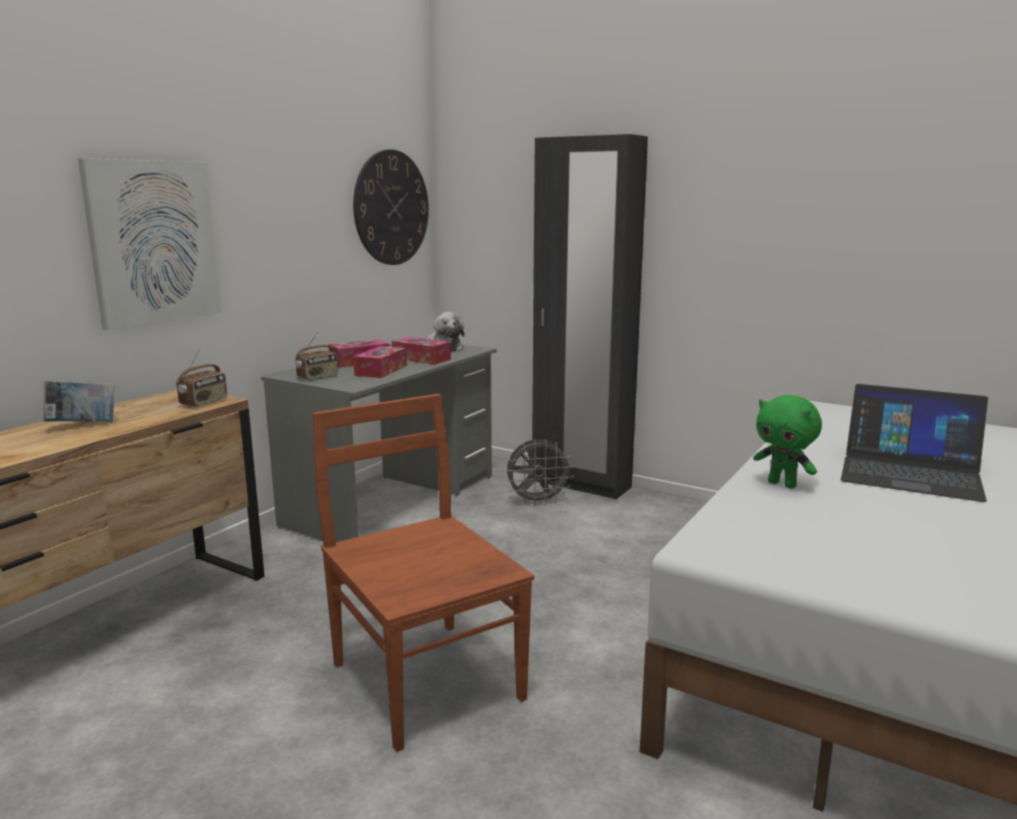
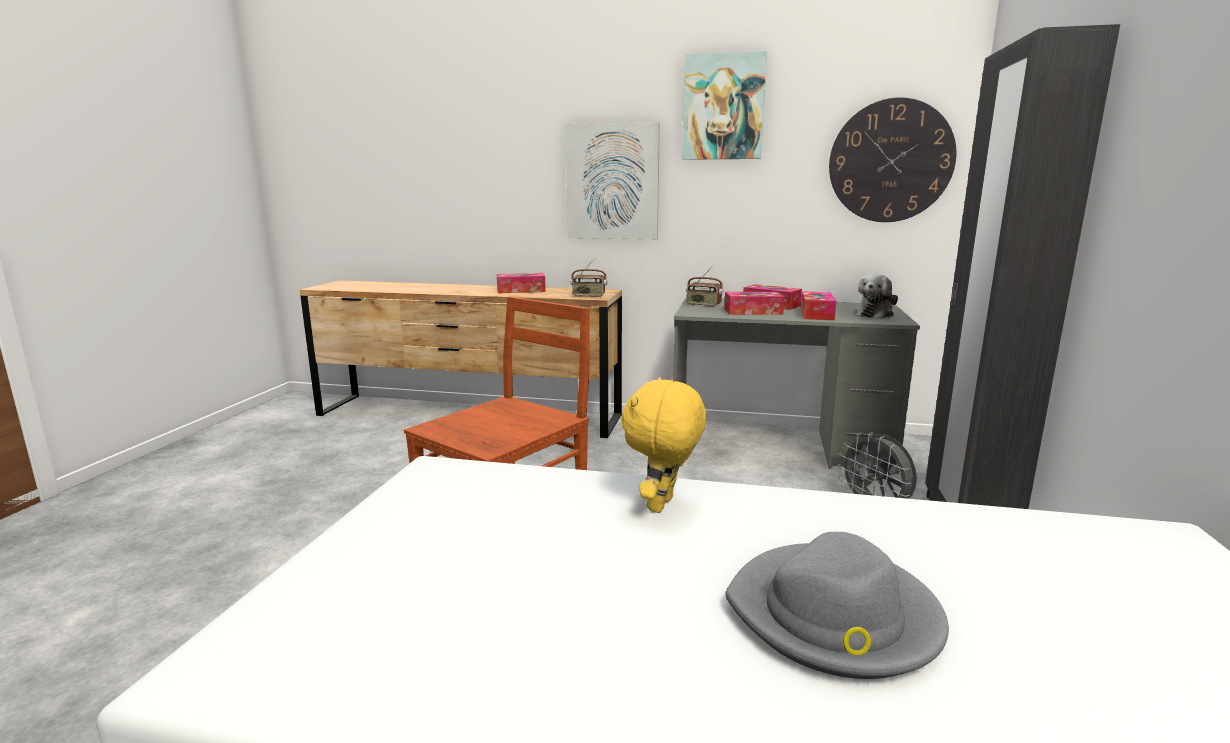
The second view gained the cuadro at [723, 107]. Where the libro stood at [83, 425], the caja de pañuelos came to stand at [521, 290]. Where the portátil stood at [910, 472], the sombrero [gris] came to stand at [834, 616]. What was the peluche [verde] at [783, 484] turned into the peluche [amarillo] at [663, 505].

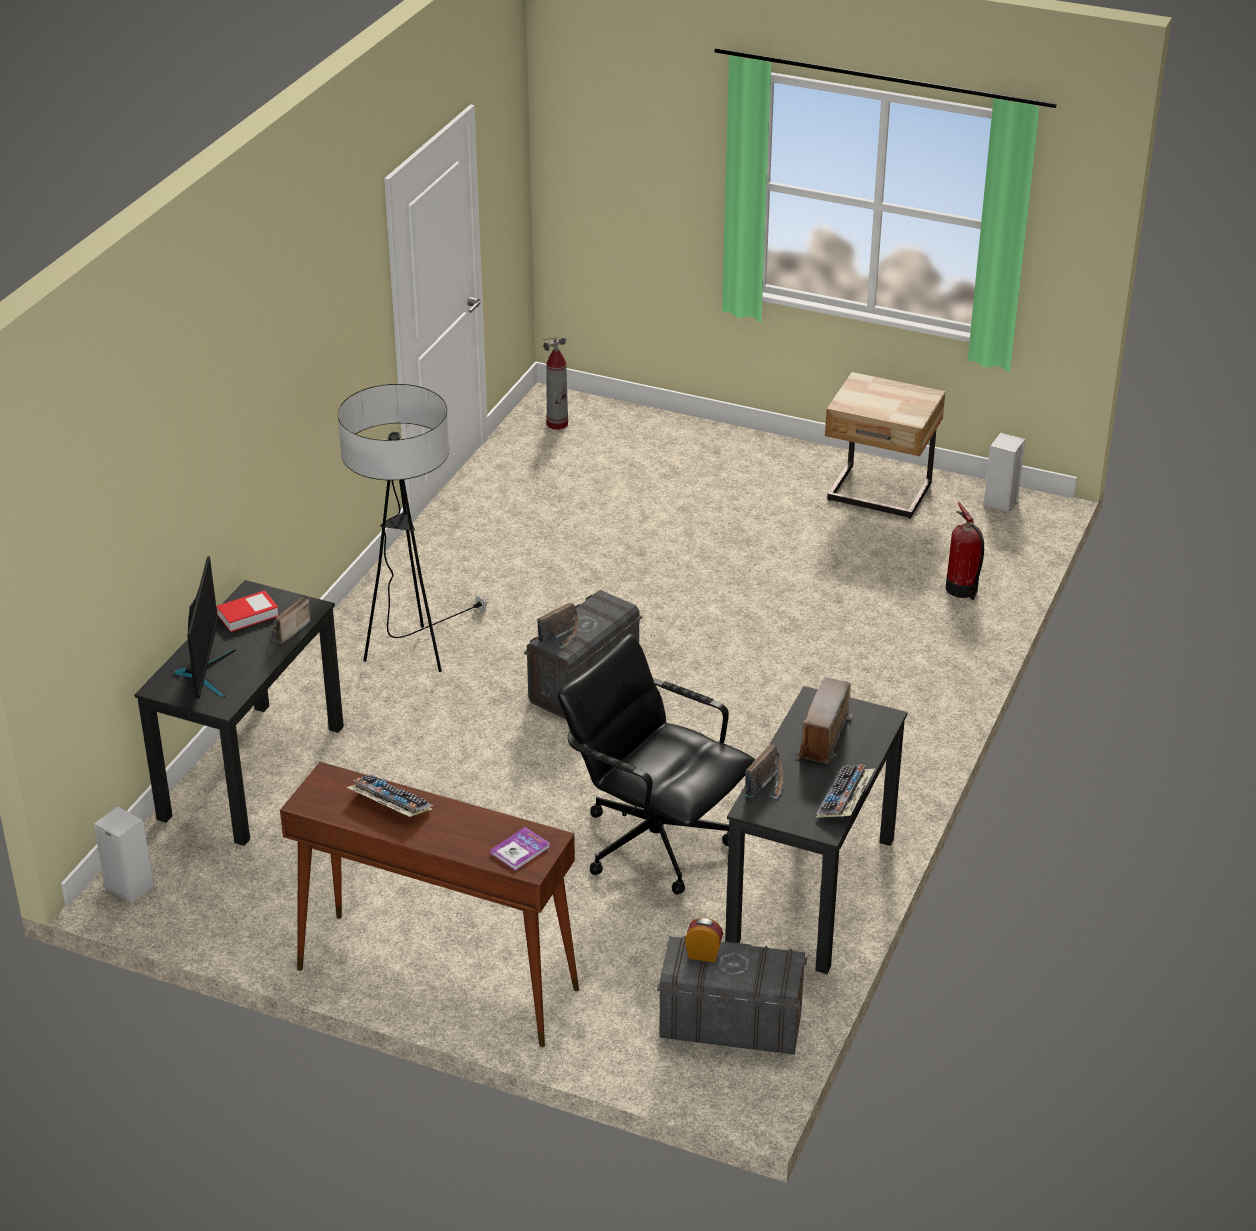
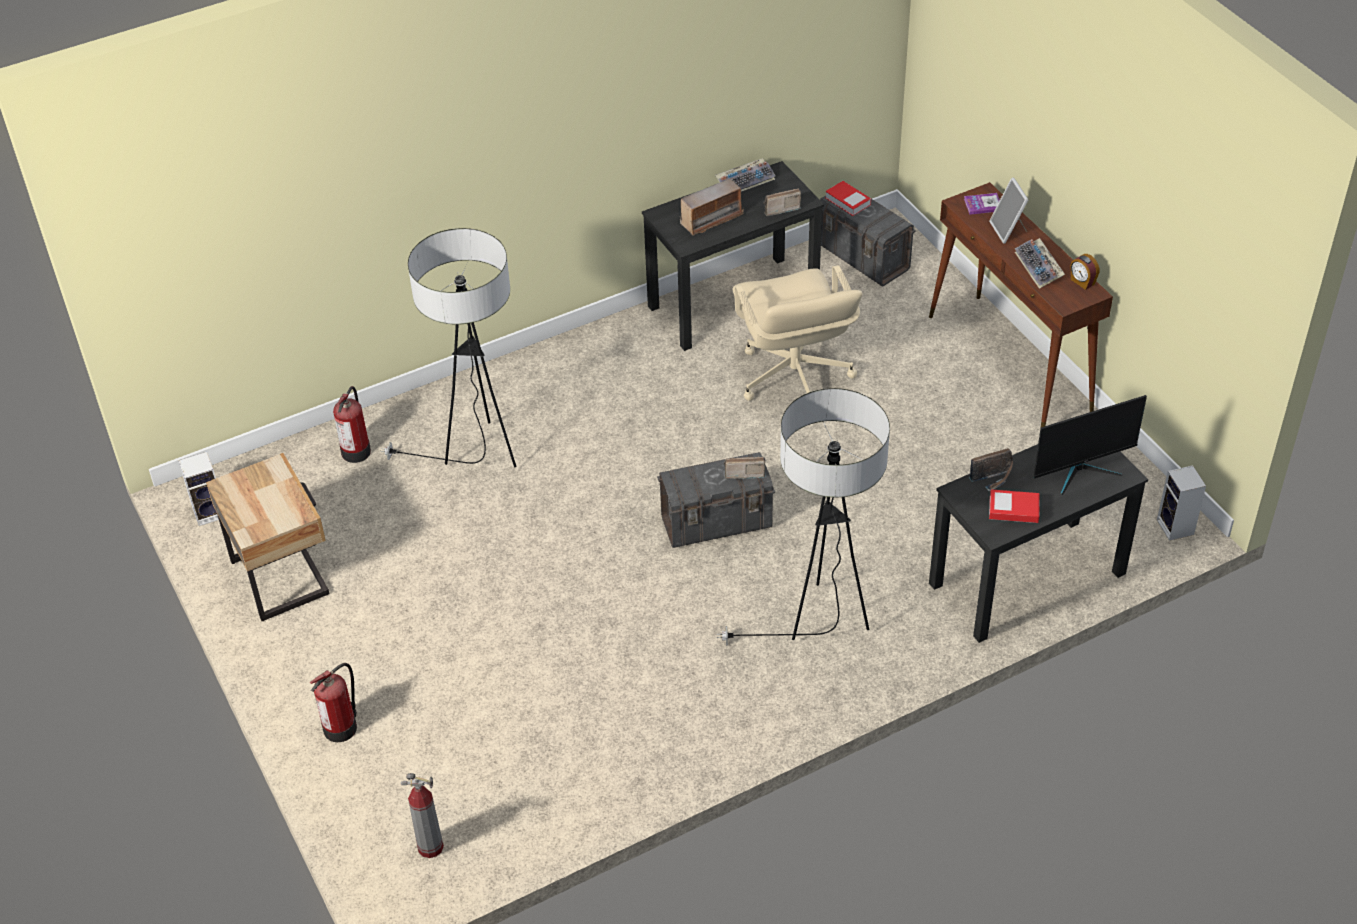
The second view gained the extintor at [341, 727]. The second view gained the lámpara de pie at [479, 455]. The second view gained the libro at [847, 201]. The second view gained the portarretratos at [1008, 230]. The despertador ended up elsewhere, having gone from [703, 953] to [1082, 282]. What was the silla de oficina [negro] at [654, 842] turned into the silla de oficina [beis] at [794, 378]. The monitor at [206, 673] ended up facing another way, 150 degrees counterclockwise from before.

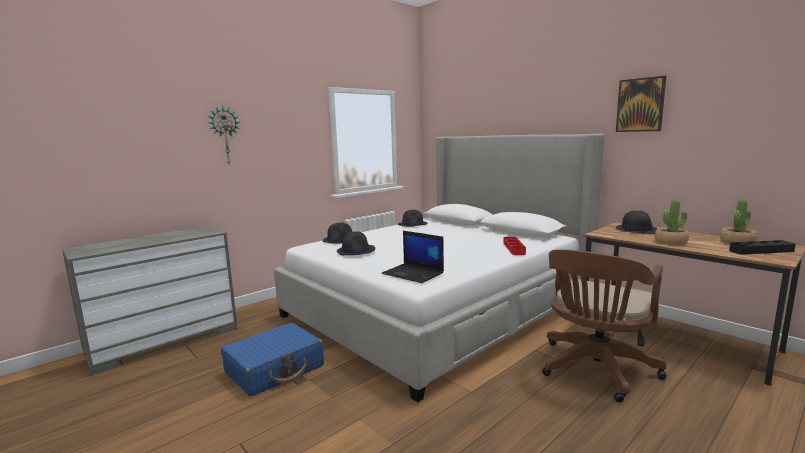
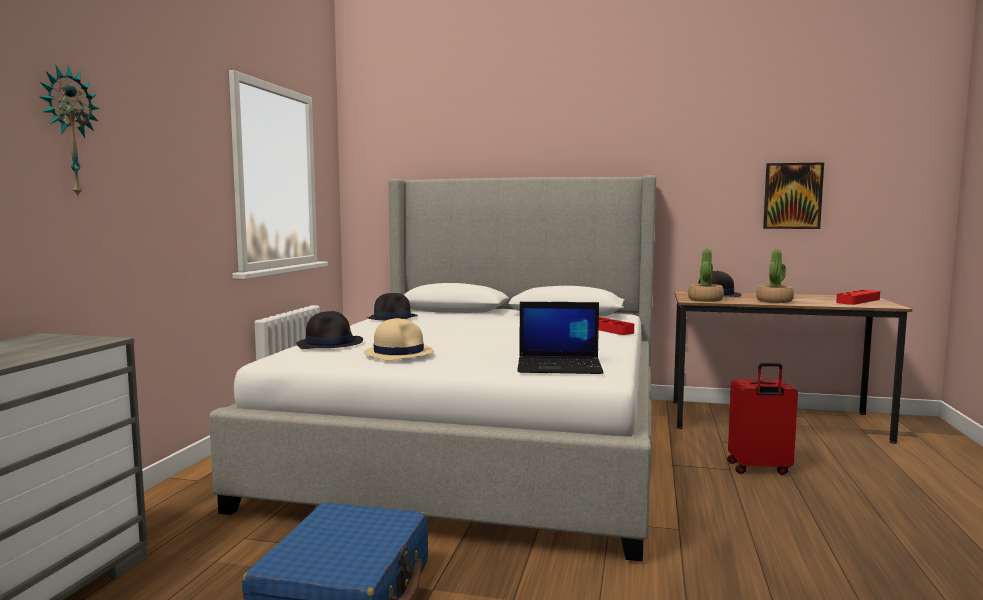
The cuadro ended up elsewhere, having gone from [640, 105] to [792, 196]. The planta en maceta ended up elsewhere, having gone from [737, 242] to [705, 300]. Where the silla de oficina [marrón] stood at [595, 370], the maleta [rojo] came to stand at [758, 469]. What was the sombrero [negro] at [356, 250] turned into the sombrero [beis] at [398, 353]. What was the bandeja [negro] at [761, 251] turned into the bandeja [rojo] at [858, 301].

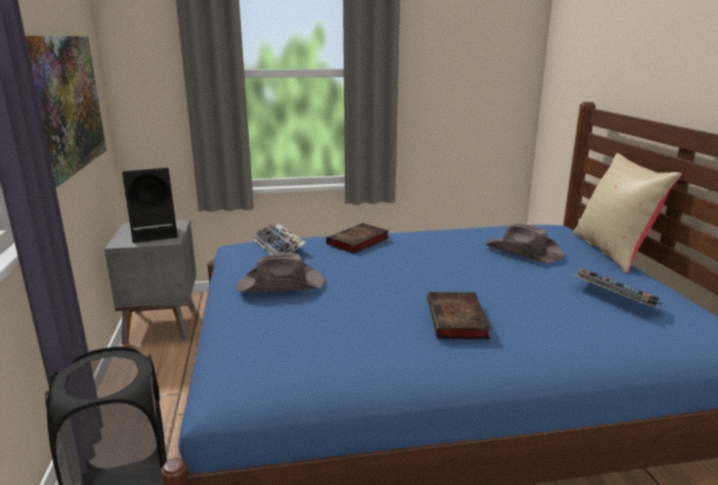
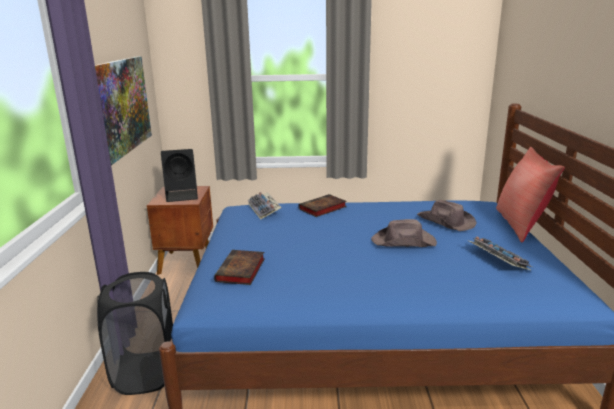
The sombrero [marrón] ended up elsewhere, having gone from [281, 285] to [404, 242]. The libro ended up elsewhere, having gone from [458, 321] to [241, 271]. What was the mesita de noche [gris] at [162, 324] turned into the mesita de noche [marrón] at [186, 262]. What was the cojín [beis] at [613, 251] turned into the cojín [rojo] at [521, 225].

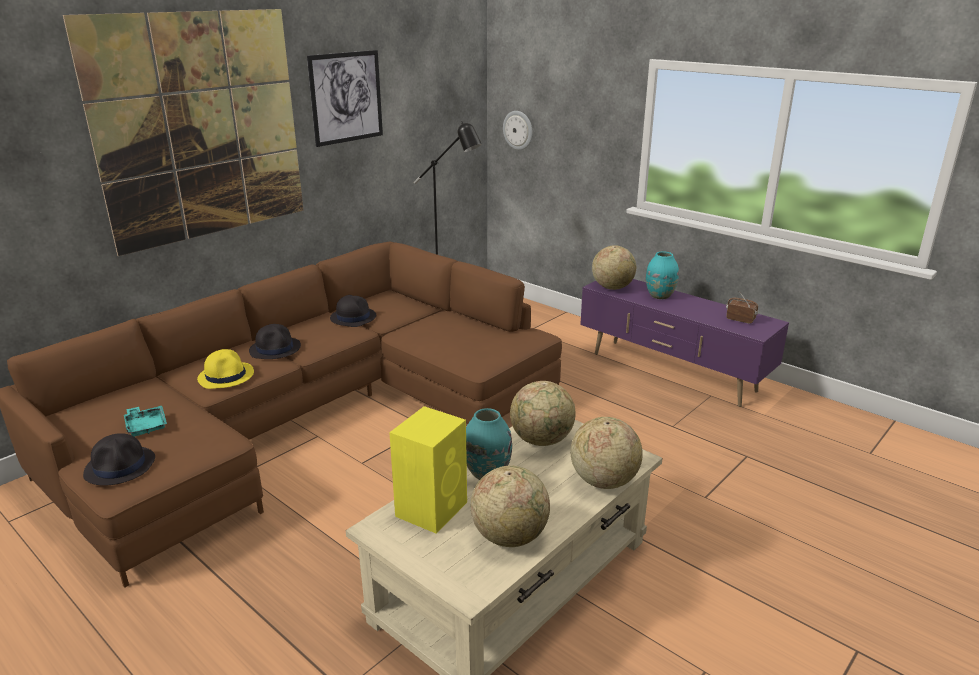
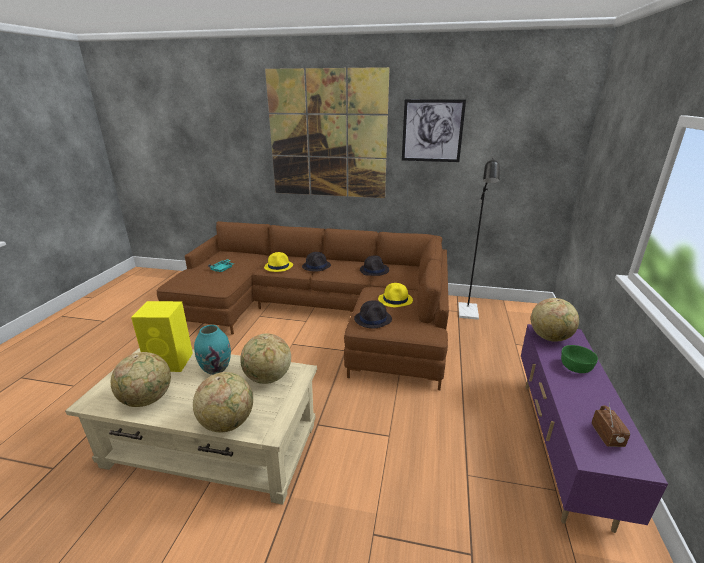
The second view lost the reloj de pared at [518, 130]. The second view gained the sombrero [amarillo] at [395, 300]. The sombrero [negro] ended up elsewhere, having gone from [120, 466] to [373, 319]. Where the florero [turquesa] stood at [660, 296], the cuenco [verde] came to stand at [575, 367].

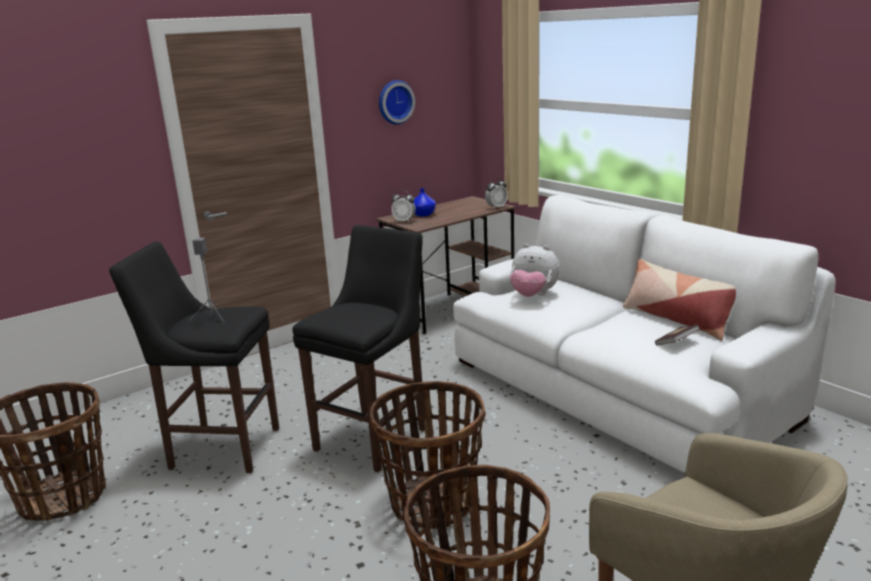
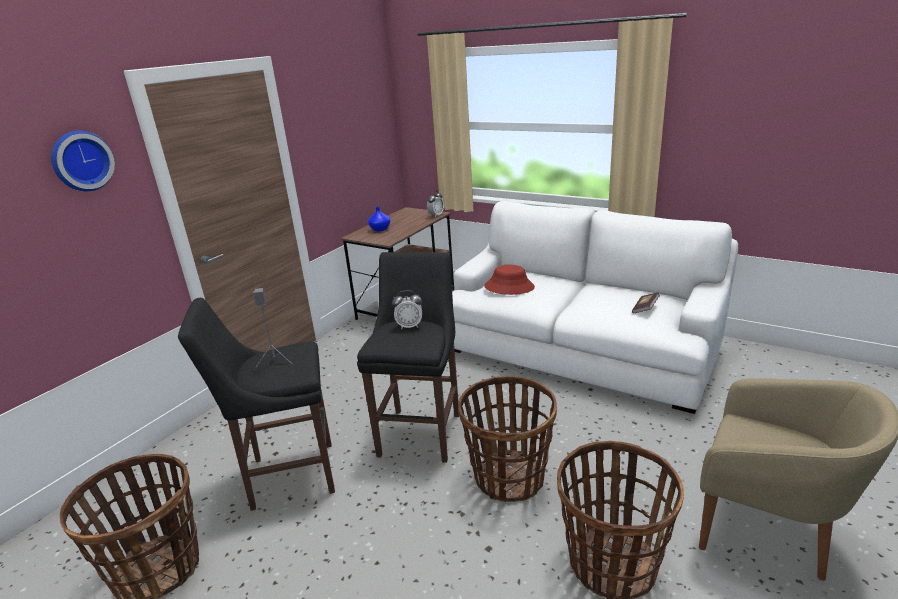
The second view lost the cojín at [676, 319]. The reloj de pared ended up elsewhere, having gone from [394, 102] to [81, 161]. The despertador ended up elsewhere, having gone from [404, 221] to [409, 326]. Where the peluche stood at [533, 295], the sombrero [rojo] came to stand at [509, 287].

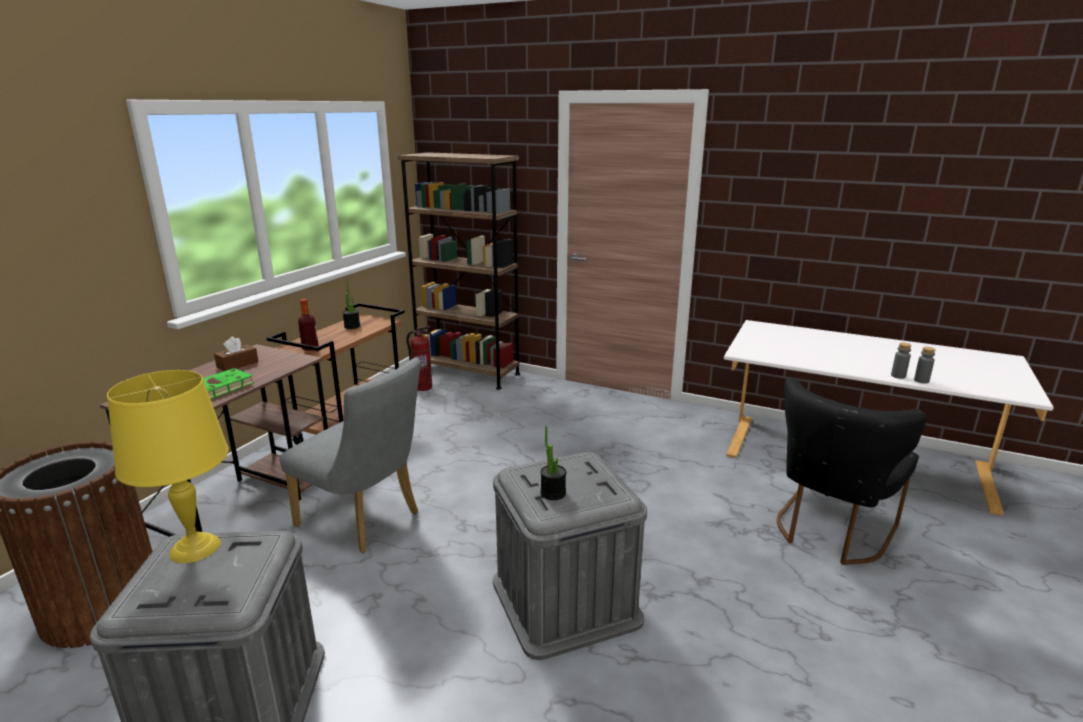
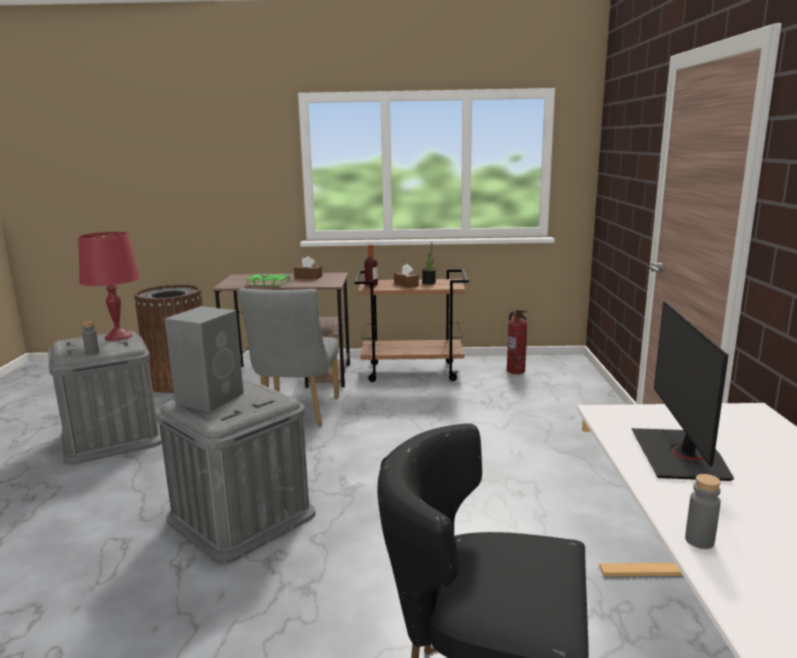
The second view lost the estantería [marrón] at [468, 373]. The second view gained the caja de pañuelos [marrón] at [406, 284]. The second view gained the monitor at [680, 455]. The botella [gris] ended up elsewhere, having gone from [921, 381] to [92, 353]. Where the planta en maceta stood at [553, 493], the altavoz [gris] came to stand at [211, 398]. What was the lámpara de mesa [amarillo] at [194, 548] turned into the lámpara de mesa [rojo] at [118, 336].

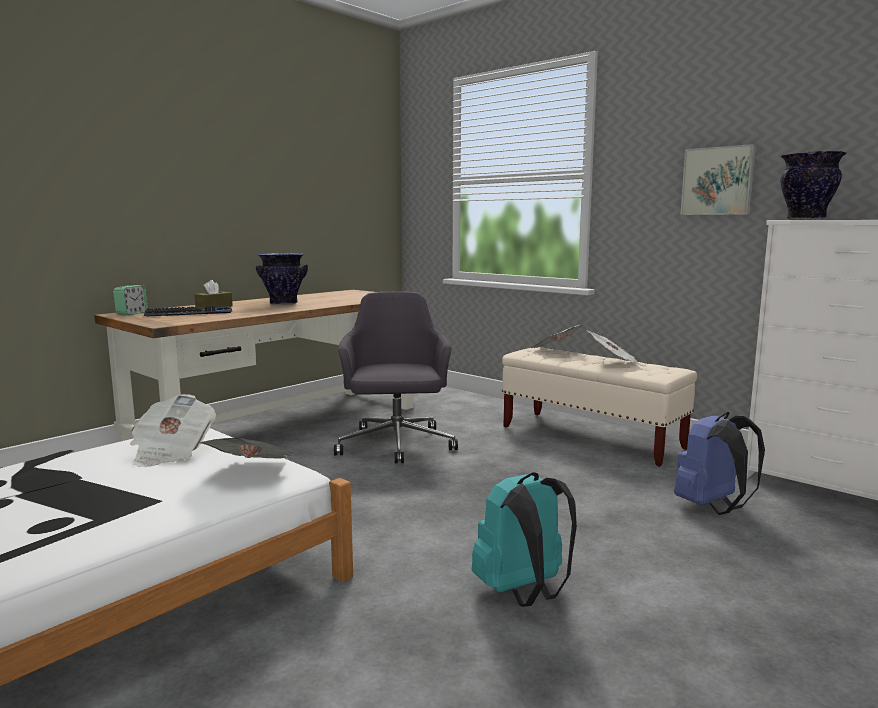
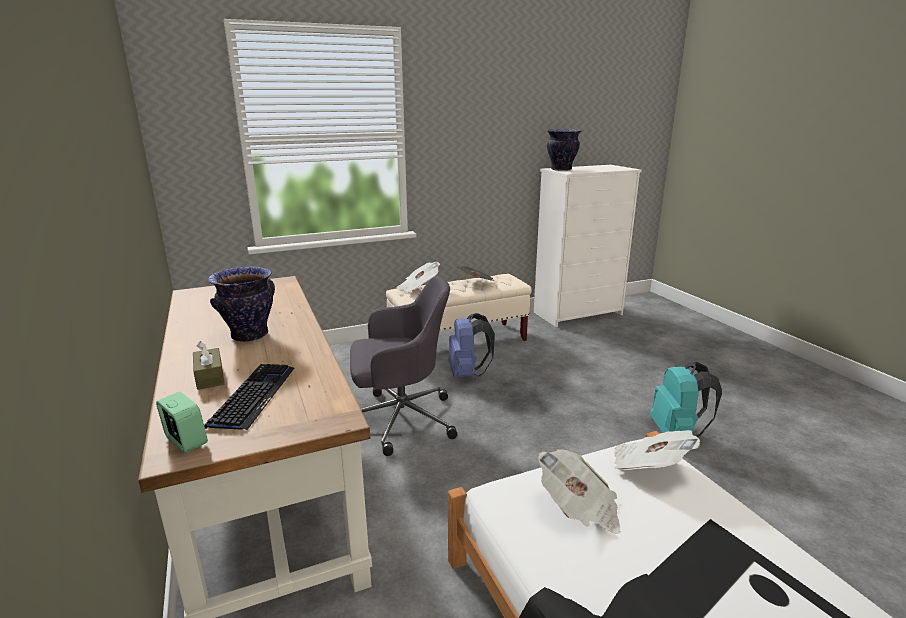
The second view lost the cuadro at [718, 181]. The mochila [azul] ended up elsewhere, having gone from [712, 507] to [467, 374]. The silla de oficina [gris] at [396, 445] ended up facing another way, 150 degrees clockwise from before.

